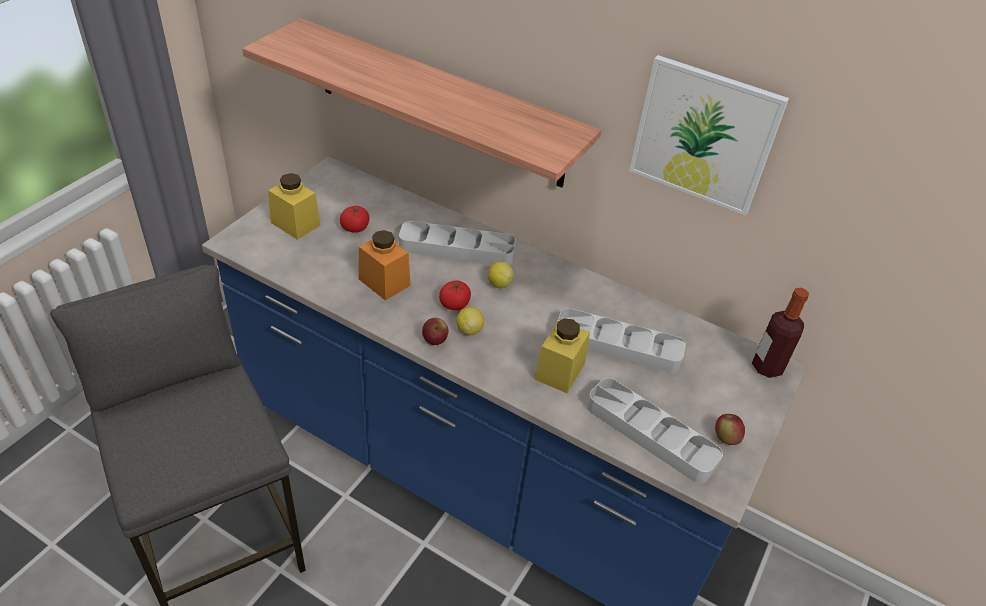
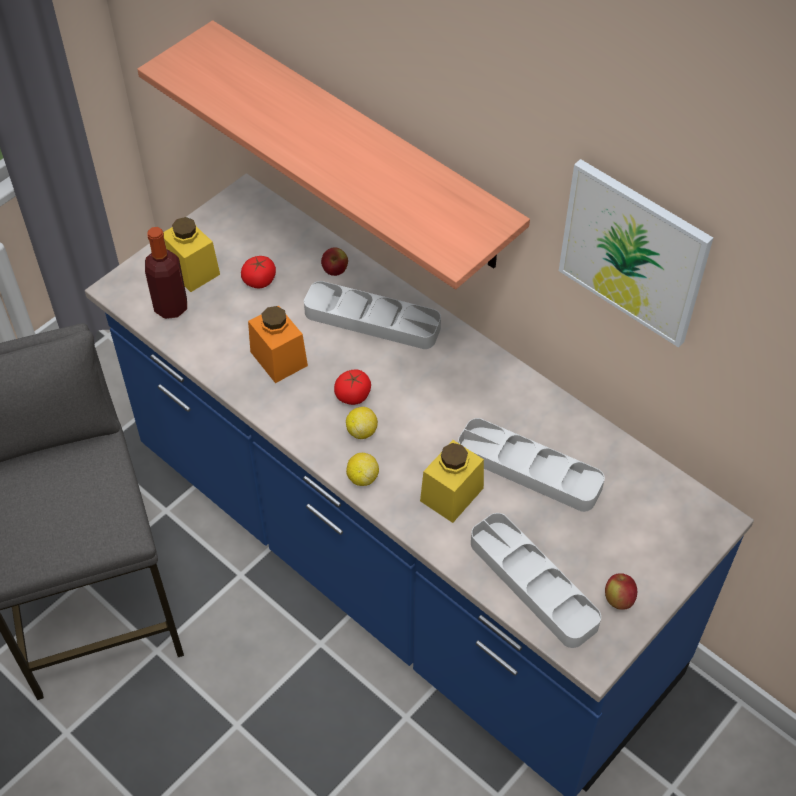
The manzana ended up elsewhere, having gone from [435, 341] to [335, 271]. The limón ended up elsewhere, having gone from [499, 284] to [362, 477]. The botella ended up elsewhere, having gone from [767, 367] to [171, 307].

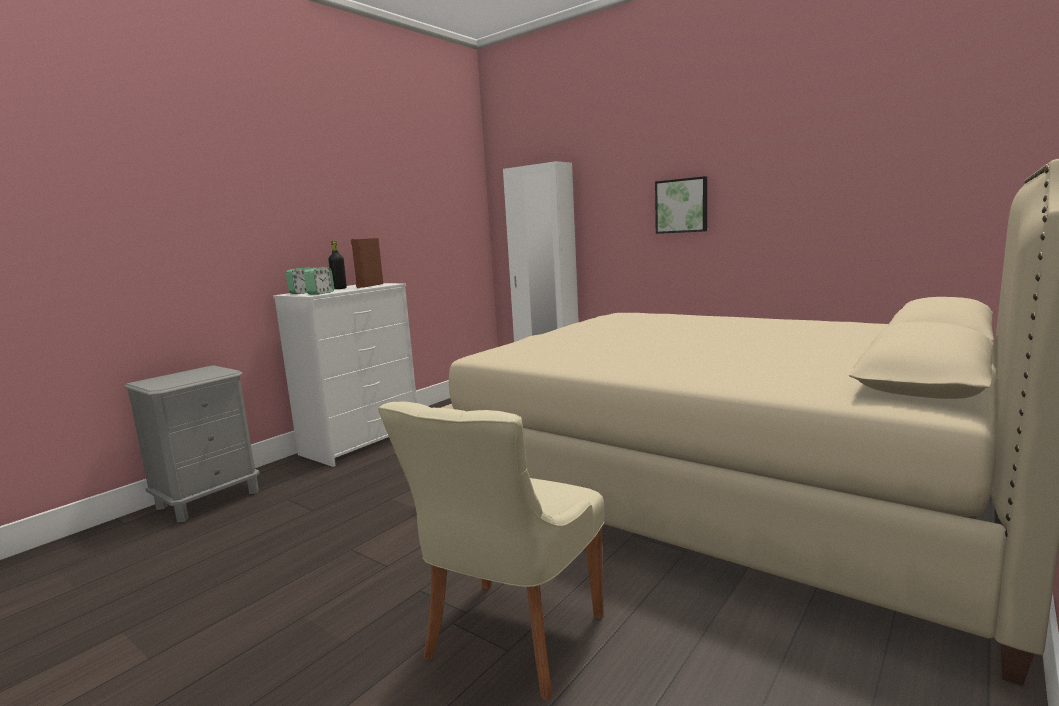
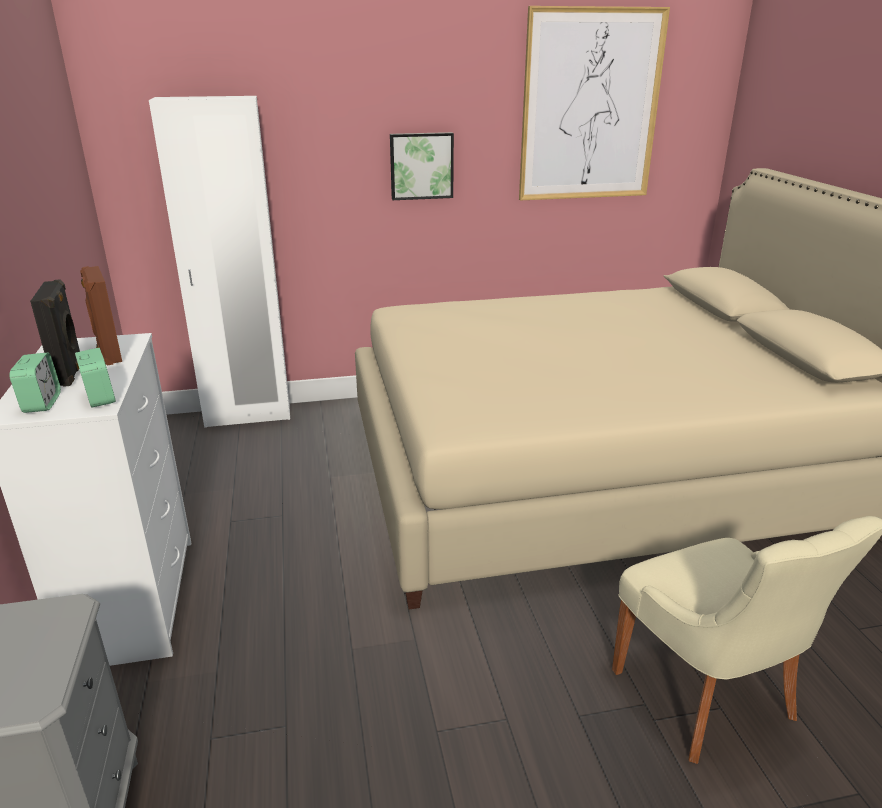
The second view gained the cuadro at [590, 107]. Where the botella [negro] stood at [339, 288], the altavoz [negro] came to stand at [70, 373].

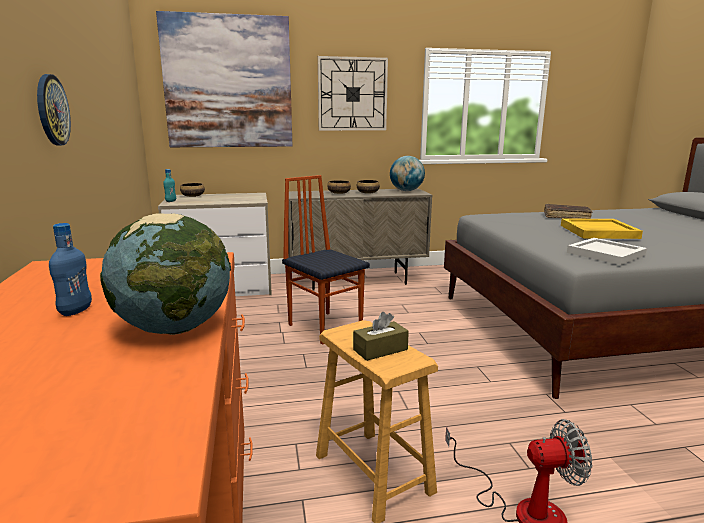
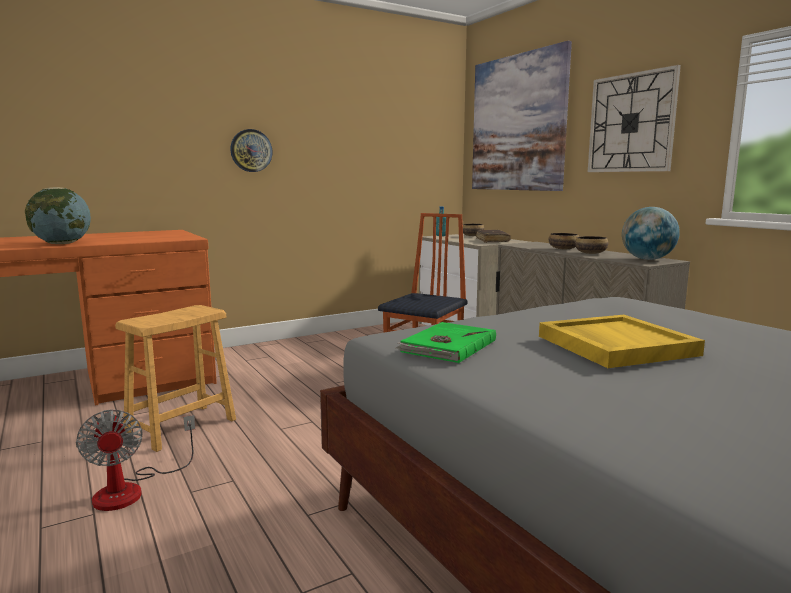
The second view lost the botella [azul] at [75, 311]. The second view lost the caja de pañuelos [marrón] at [380, 350]. The libro [marrón] ended up elsewhere, having gone from [566, 216] to [492, 240]. Where the bandeja [blanco] stood at [606, 254], the libro [verde] came to stand at [447, 346].

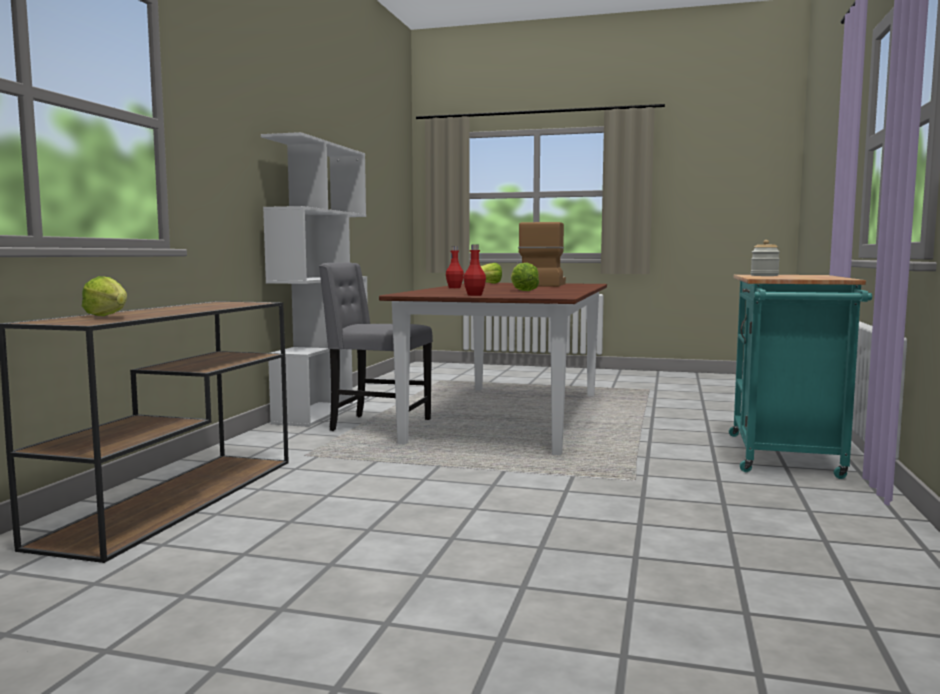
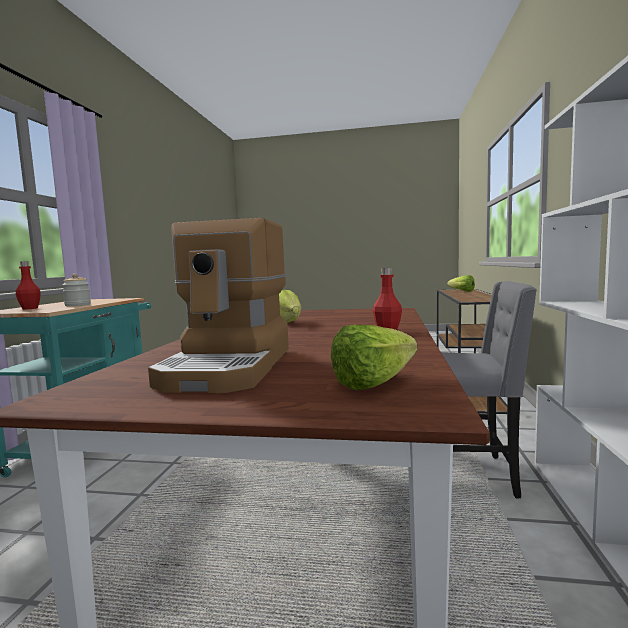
The botella [rojo] ended up elsewhere, having gone from [474, 295] to [30, 308].

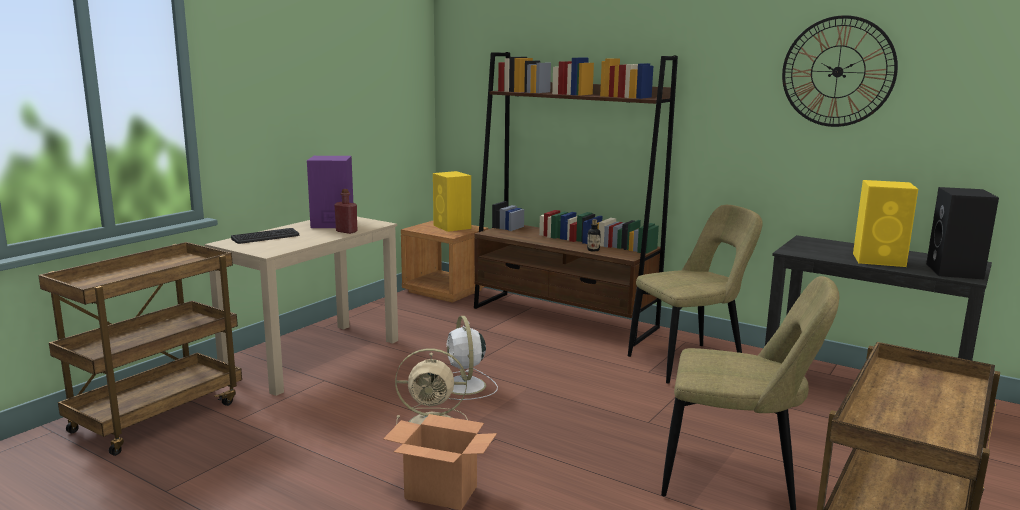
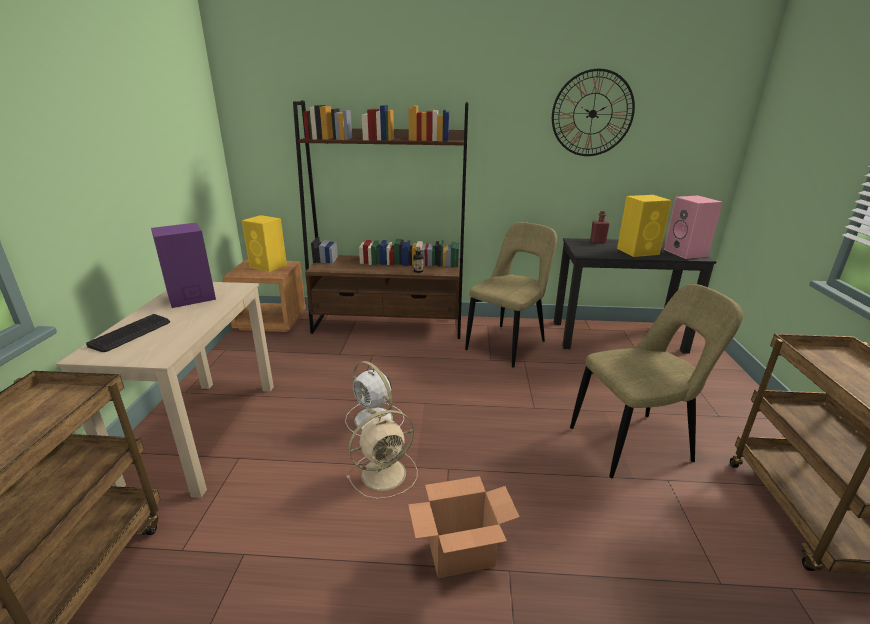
The botella [rojo] ended up elsewhere, having gone from [346, 231] to [597, 242]. What was the altavoz [negro] at [956, 271] turned into the altavoz [rosa] at [686, 253].

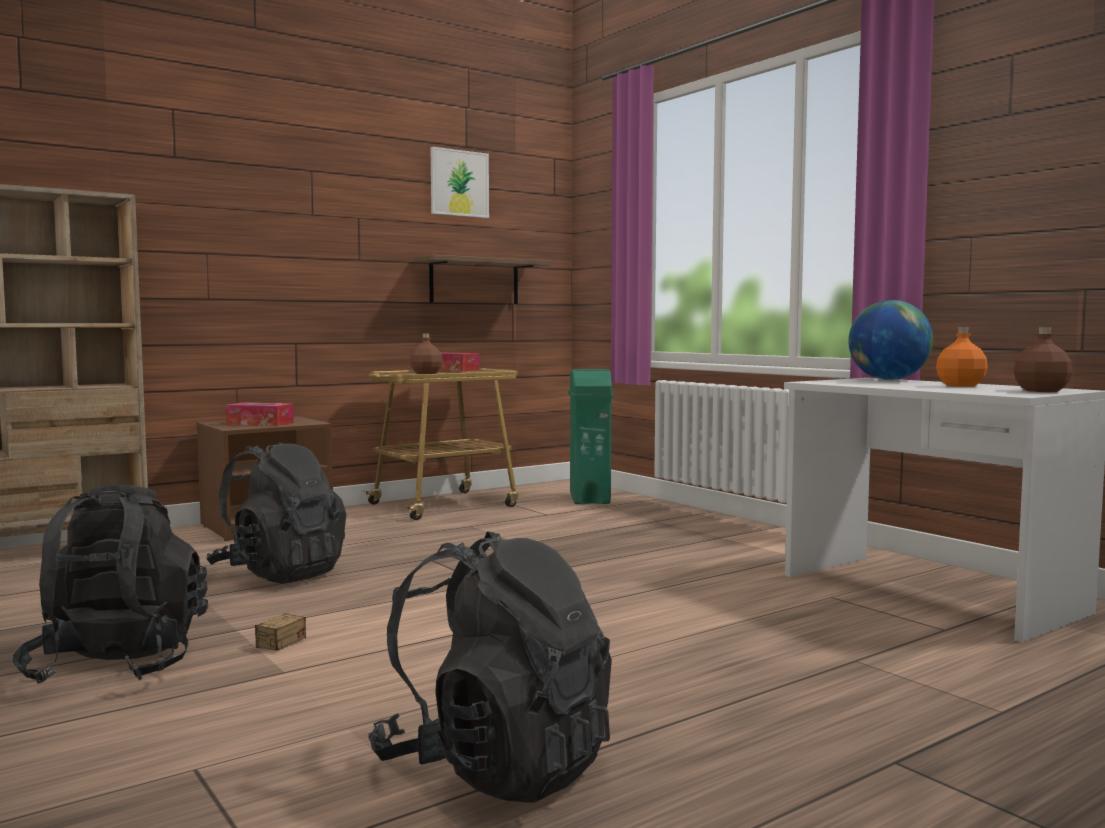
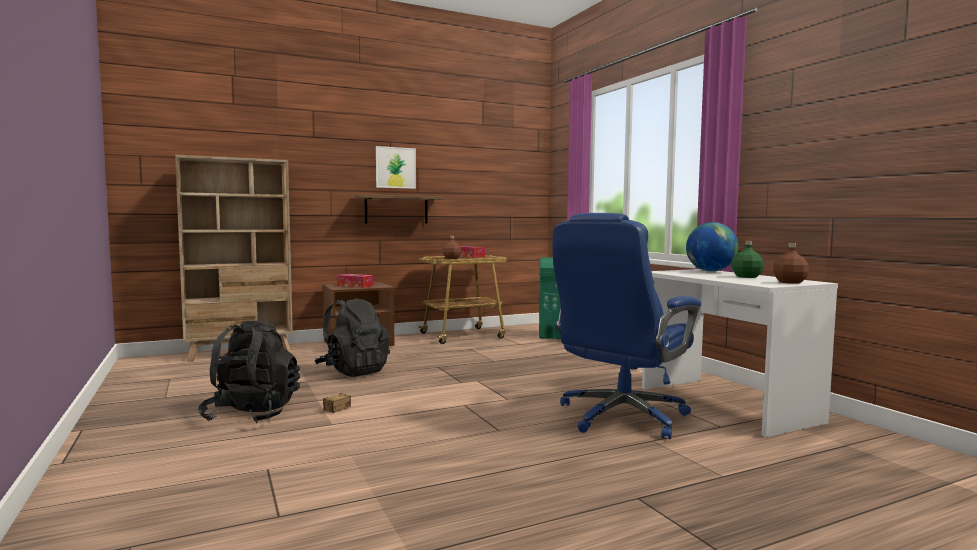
The second view lost the mochila [negro] at [496, 767]. The second view gained the silla de oficina [azul] at [621, 417]. The estante ended up elsewhere, having gone from [474, 281] to [396, 209]. The cuadro ended up elsewhere, having gone from [459, 183] to [395, 167]. What was the botella [naranja] at [960, 385] turned into the botella [verde] at [746, 277].

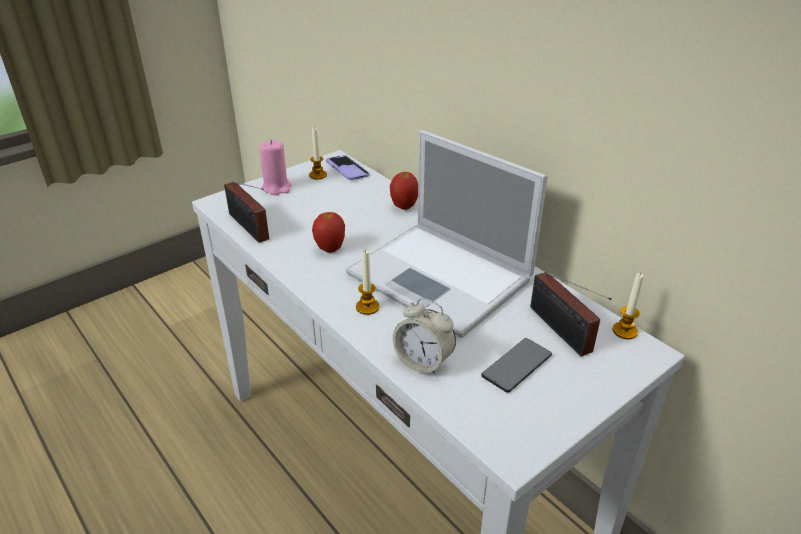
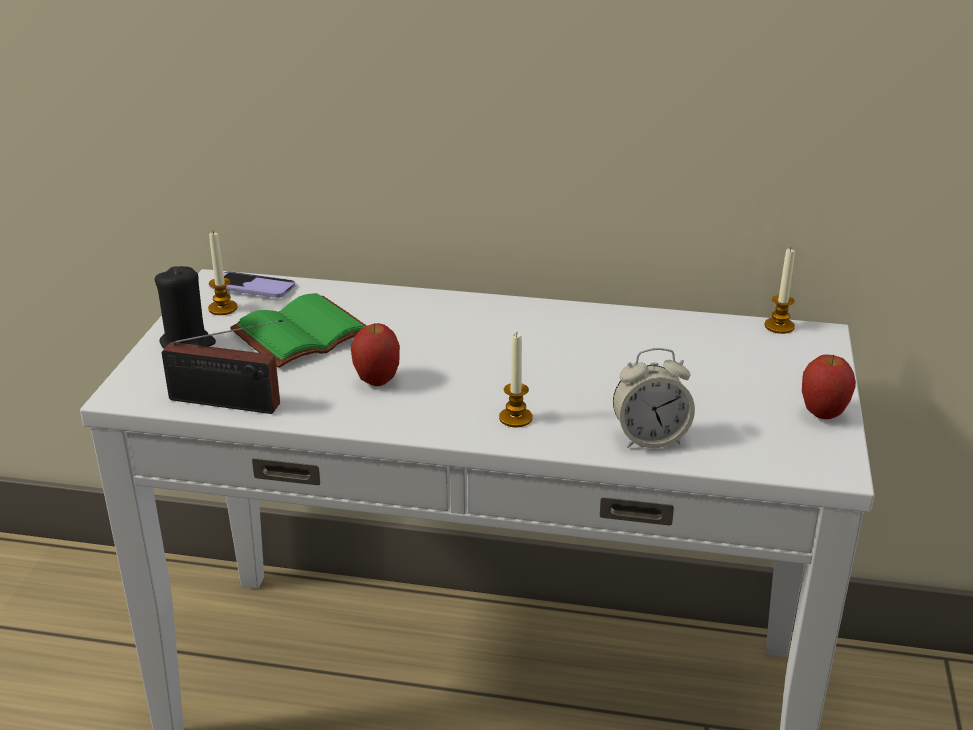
The second view lost the portátil at [442, 278]. The second view lost the móvil at [516, 366]. The second view lost the radio at [562, 332]. The second view gained the libro [verde] at [302, 332]. The manzana ended up elsewhere, having gone from [404, 207] to [822, 414]. What was the vela [rosa] at [277, 187] turned into the vela [negro] at [187, 343].

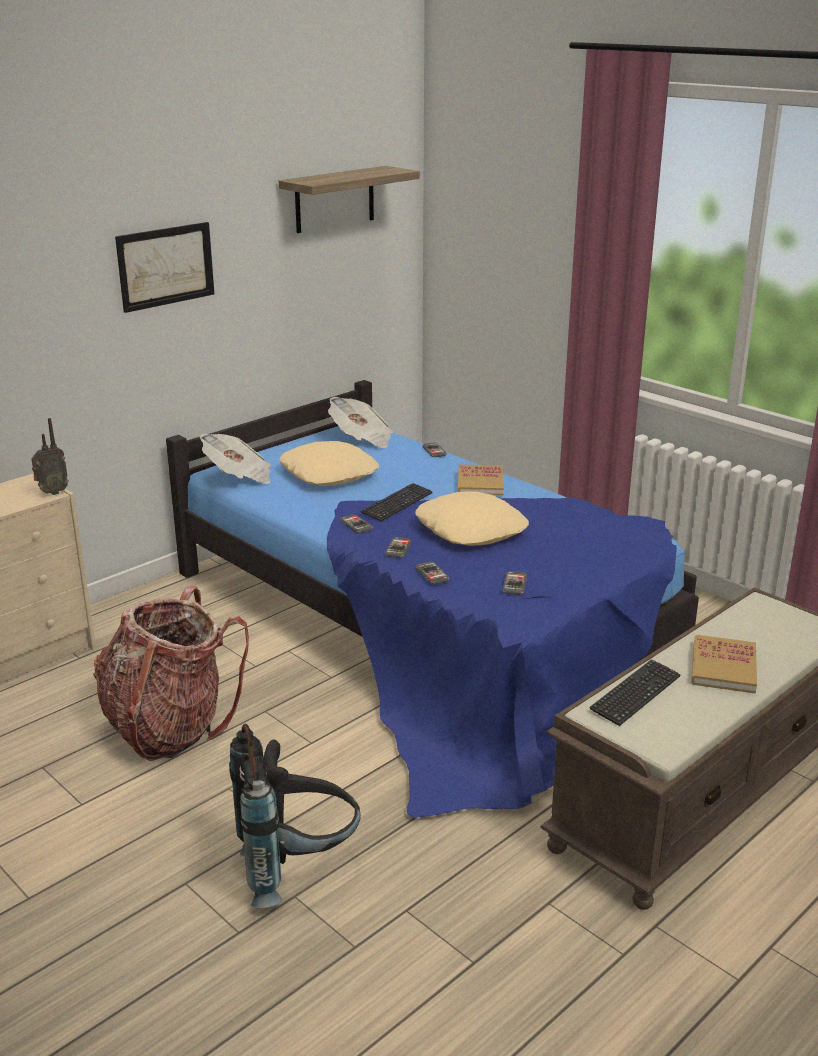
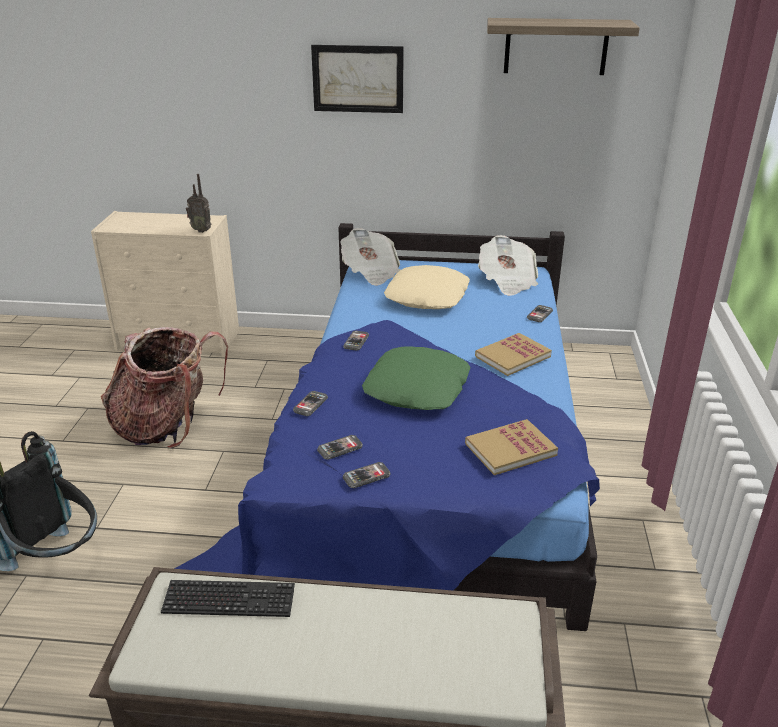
The second view lost the teclado at [397, 504]. The móvil ended up elsewhere, having gone from [398, 549] to [366, 476]. The libro ended up elsewhere, having gone from [723, 667] to [510, 449]. What was the cojín [beis] at [471, 529] turned into the cojín [verde] at [418, 389].

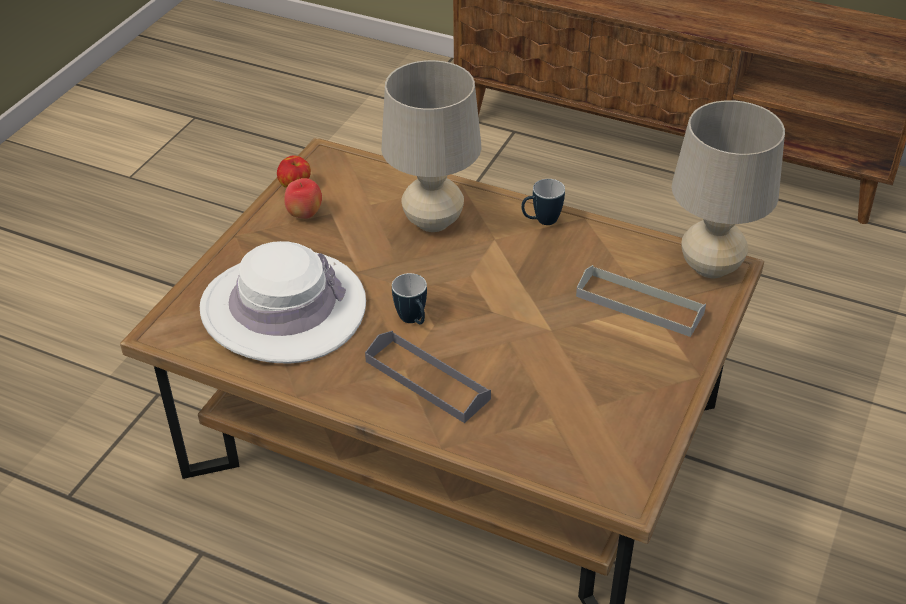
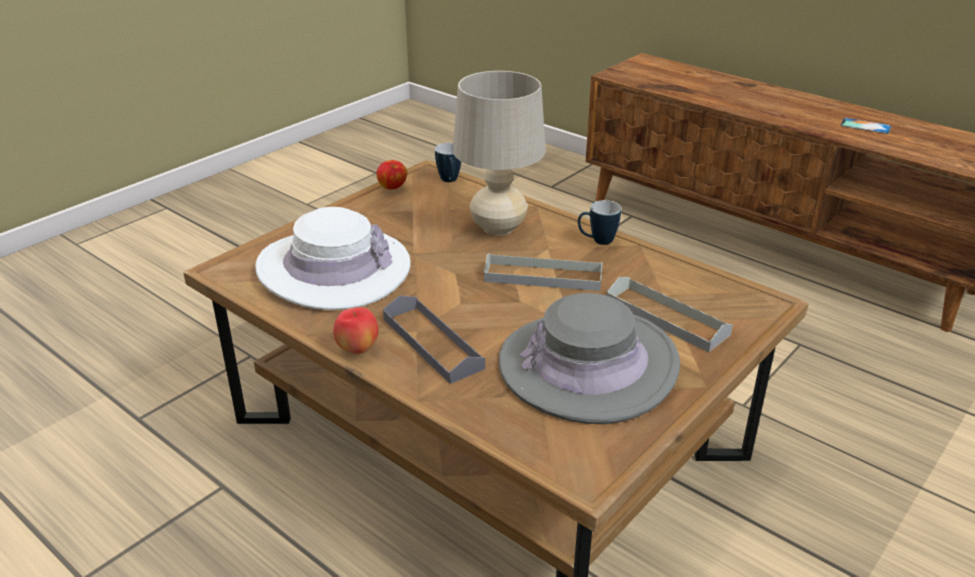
The second view lost the lámpara de mesa [beis] at [710, 267]. The second view gained the bandeja [gris] at [543, 276]. The second view gained the sombrero [gris] at [588, 366]. The second view gained the móvil at [865, 126]. The manzana ended up elsewhere, having gone from [304, 214] to [358, 349]. The taza grande ended up elsewhere, having gone from [413, 321] to [450, 181].

